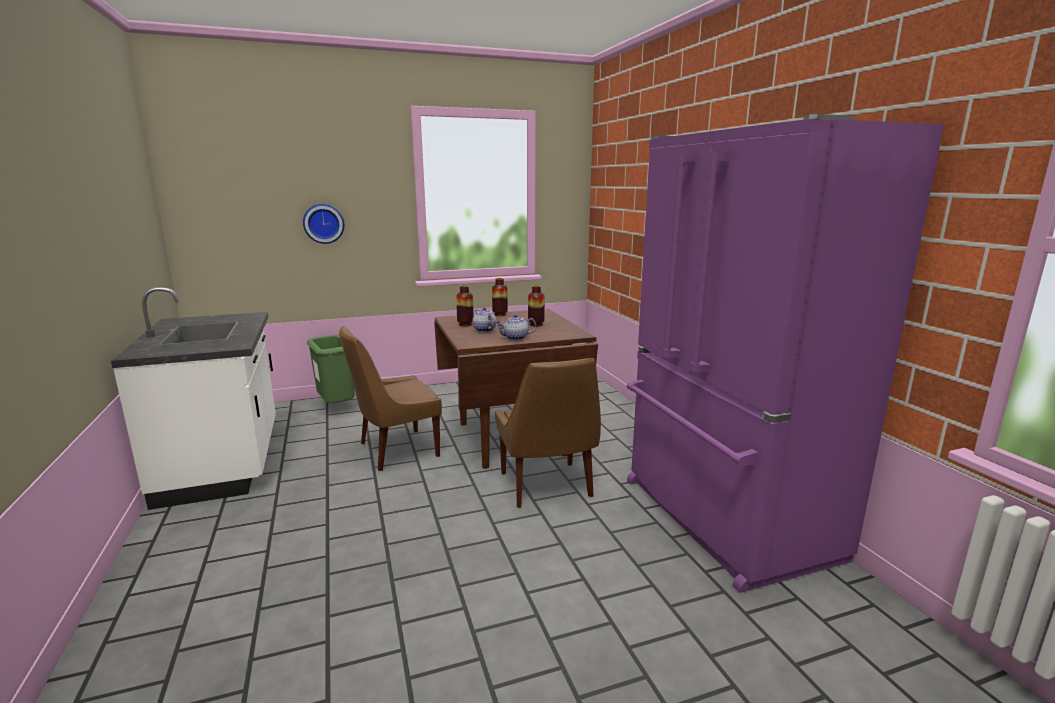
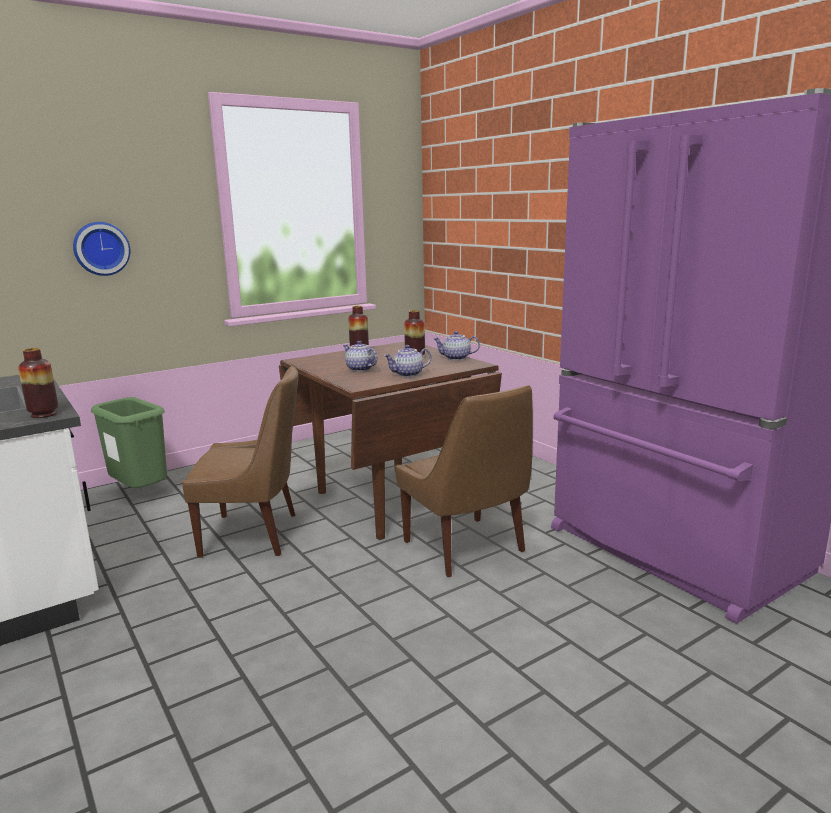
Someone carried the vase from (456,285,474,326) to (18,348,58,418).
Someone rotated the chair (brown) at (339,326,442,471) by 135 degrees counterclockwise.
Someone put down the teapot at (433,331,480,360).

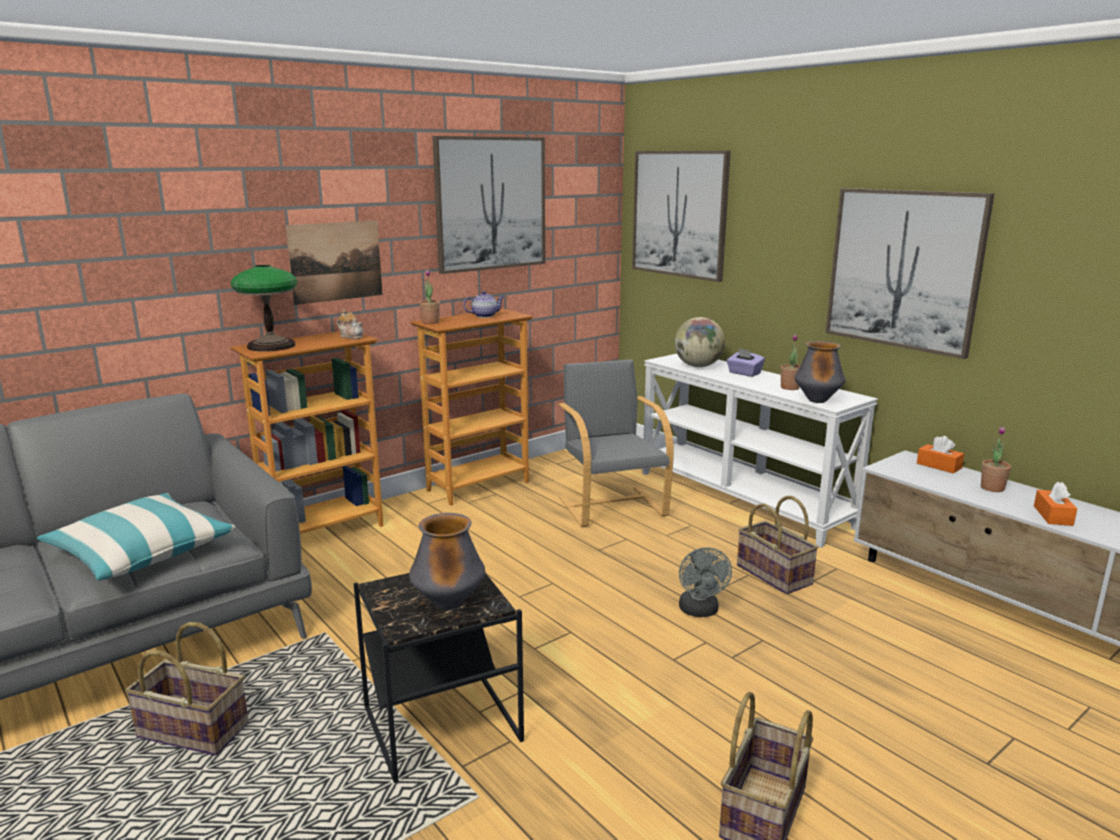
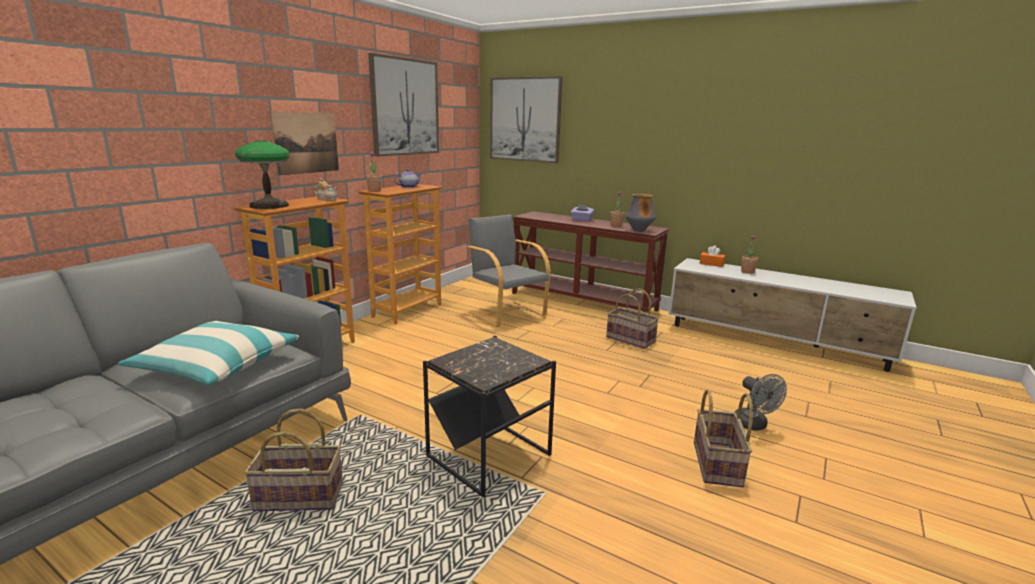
Someone repainted the console table (white) at (642,354,878,548), which became the console table (brown) at (512,211,669,313).
Someone carried the fan (grey) from (679,547,732,617) to (734,374,787,431).
Someone took away the vase at (409,513,485,610).
Someone took away the globe at (675,317,725,367).
Someone took away the picture at (826,188,995,359).
Someone took away the tissue box (orange) at (1034,482,1077,526).

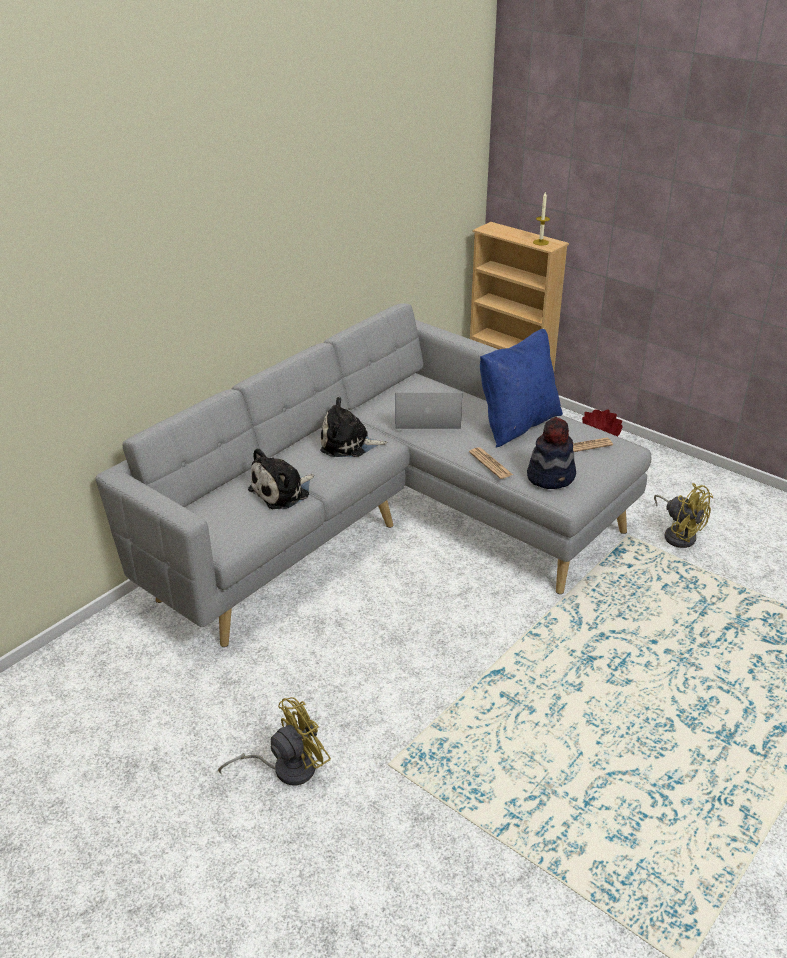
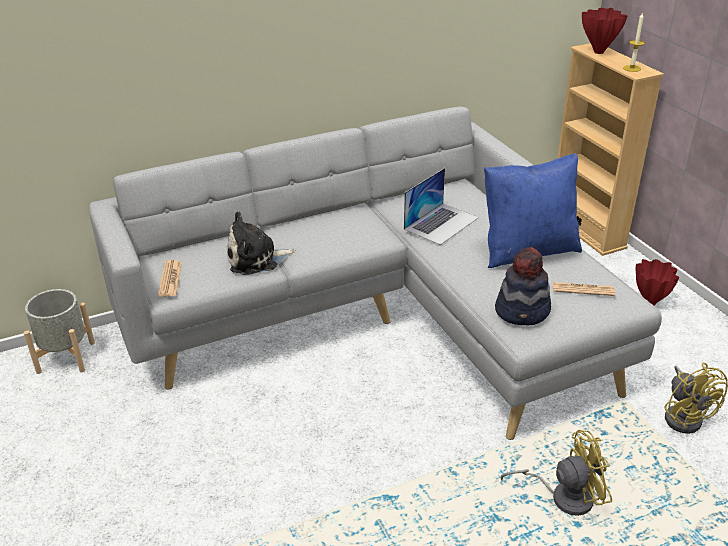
Someone put down the planter (grey) at (24,289,95,374).
Someone carried the newspaper from (469,447,513,479) to (158,260,182,297).
Someone rotated the laptop at (396,393,462,429) by 105 degrees clockwise.
Someone carried the fan (yellow) from (218,697,331,786) to (501,430,612,516).
Someone put down the vase (red) at (582,8,628,54).
Someone took away the plush toy at (320,397,388,457).

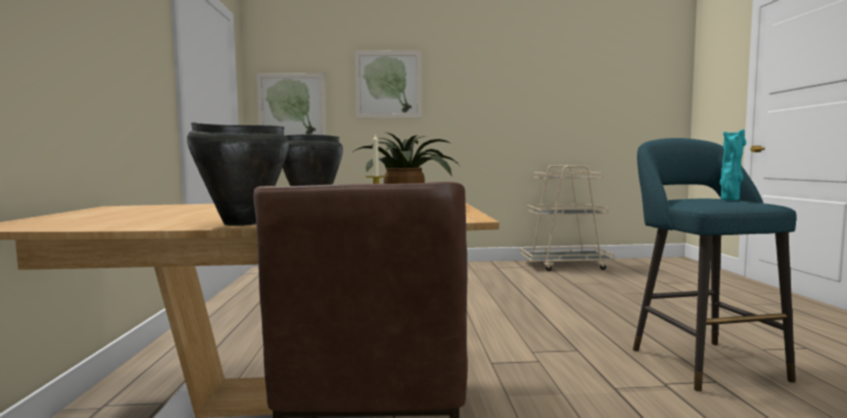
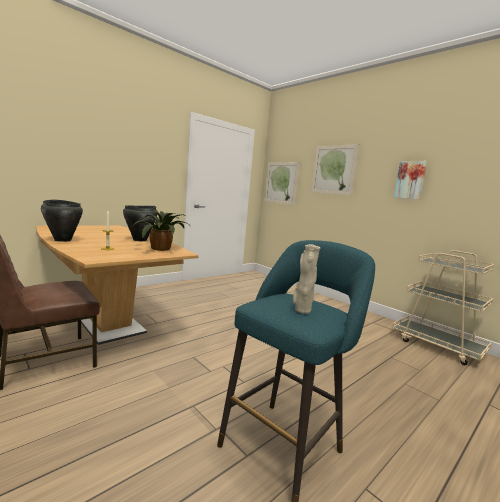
Someone repainted the vase (turquoise) at (720,129,746,200), which became the vase (beige) at (293,244,320,314).
Someone put up the picture at (394,161,427,200).

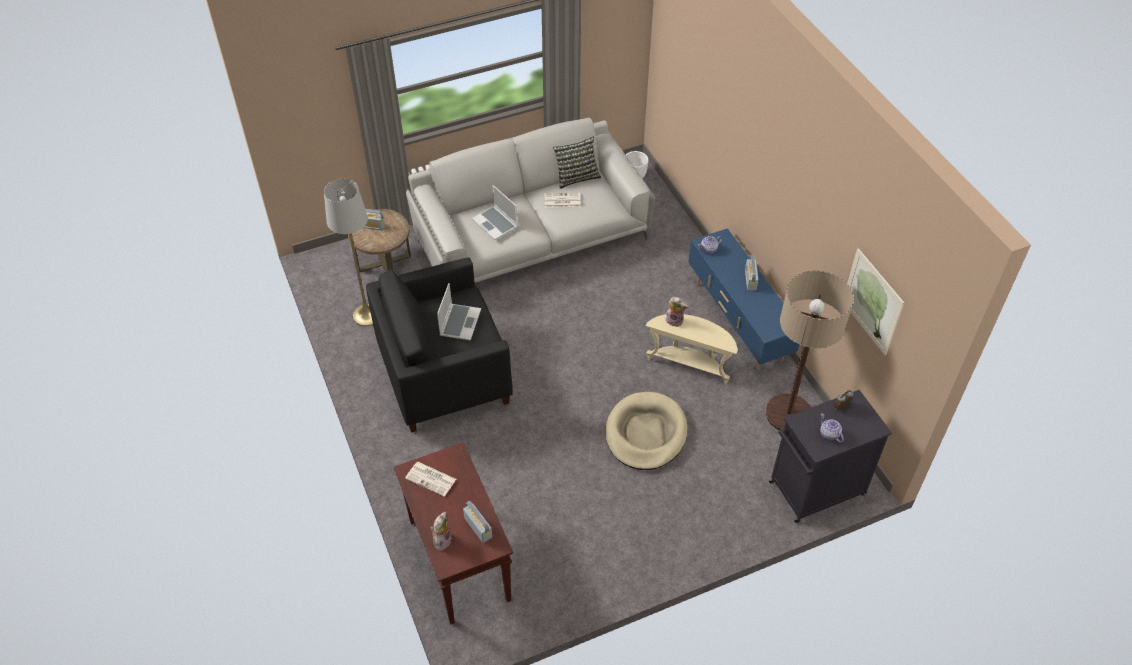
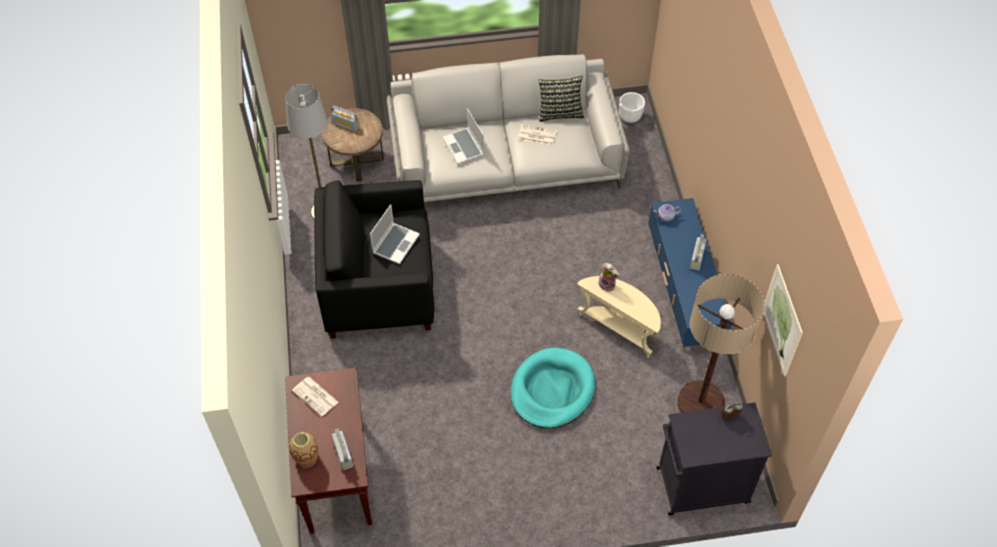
Someone swapped the plush toy at (430,512,452,551) for the vase at (289,432,318,468).
Someone repainted the dog bed (beige) at (606,392,688,470), which became the dog bed (turquoise) at (511,347,595,428).
Someone took away the teapot at (820,413,844,443).

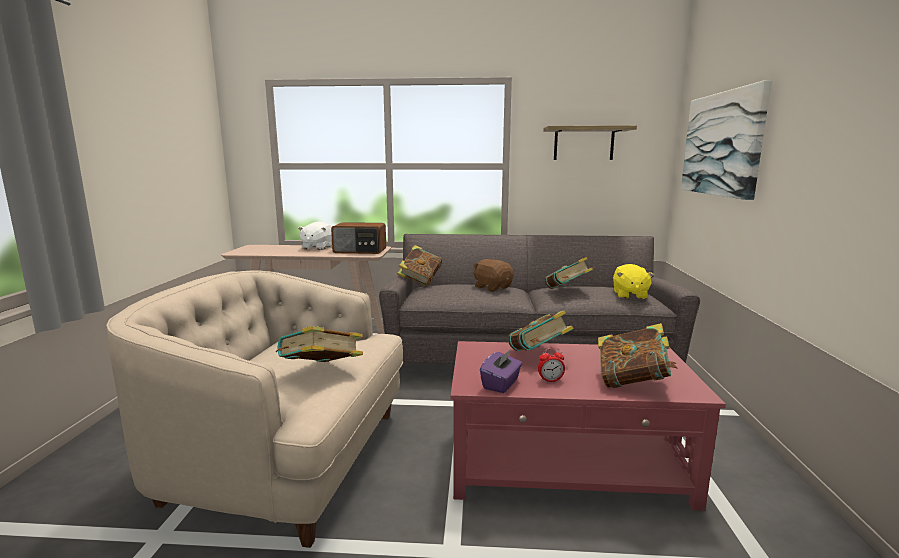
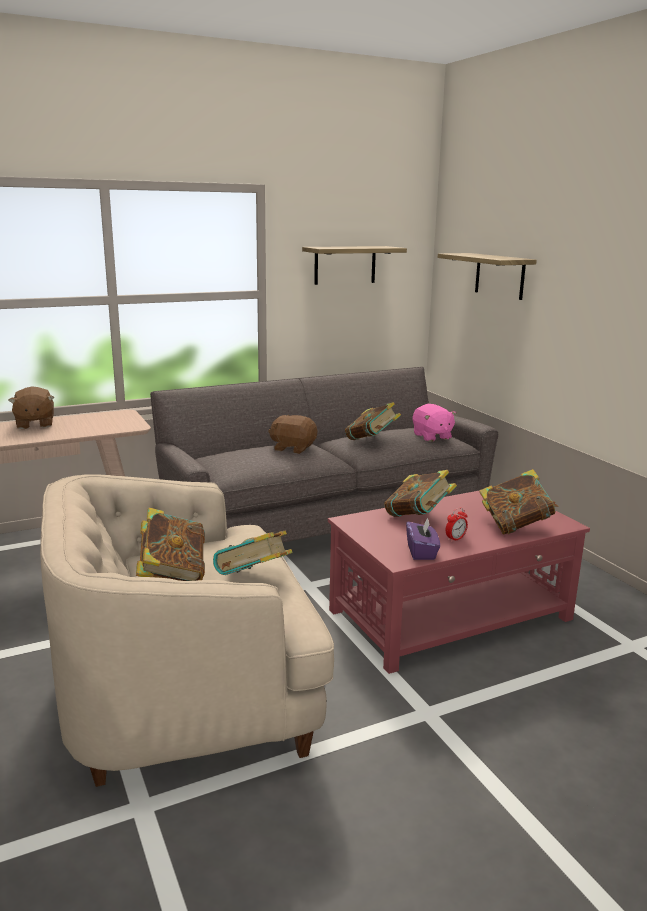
Someone repainted the plush toy (white) at (298,222,332,250), which became the plush toy (brown) at (8,386,54,429).
Someone carried the book from (397,245,442,286) to (136,507,205,581).
Someone repainted the plush toy (yellow) at (613,264,654,299), which became the plush toy (pink) at (413,404,457,442).
Someone swapped the picture at (681,80,772,200) for the shelf at (438,253,537,300).
Someone took away the radio at (331,222,386,254).

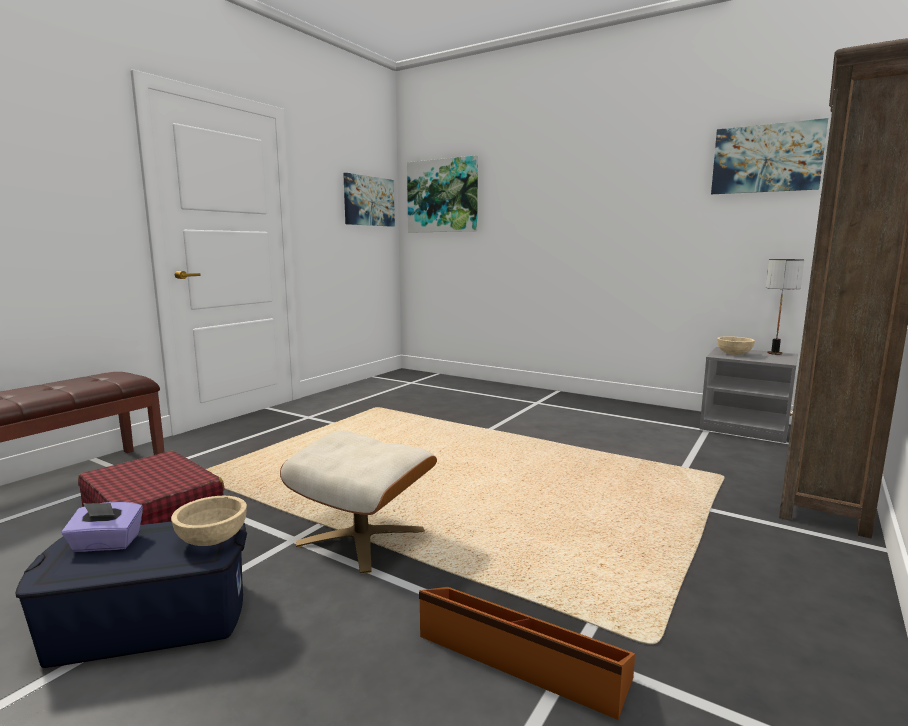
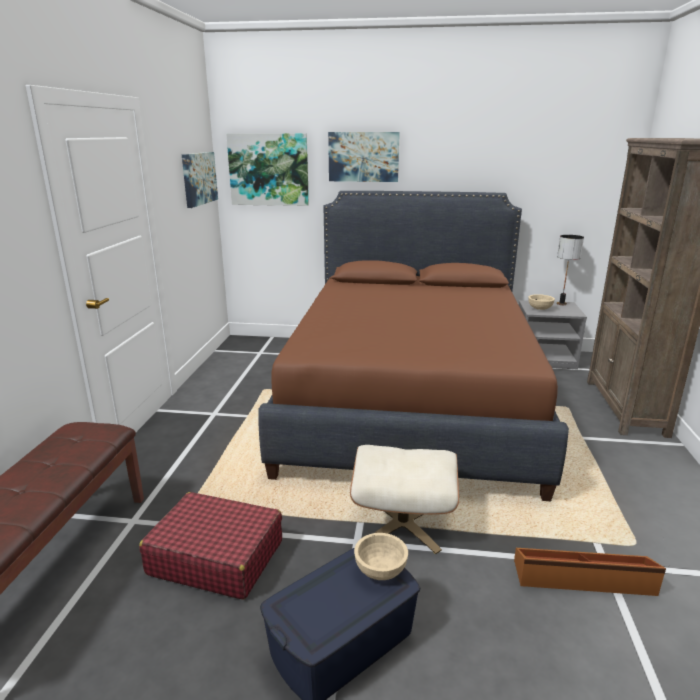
Someone put down the bed (brown) at (259,191,569,501).
Someone carried the picture from (711,118,828,194) to (328,132,400,182).
Someone took away the tissue box (purple) at (62,502,143,552).

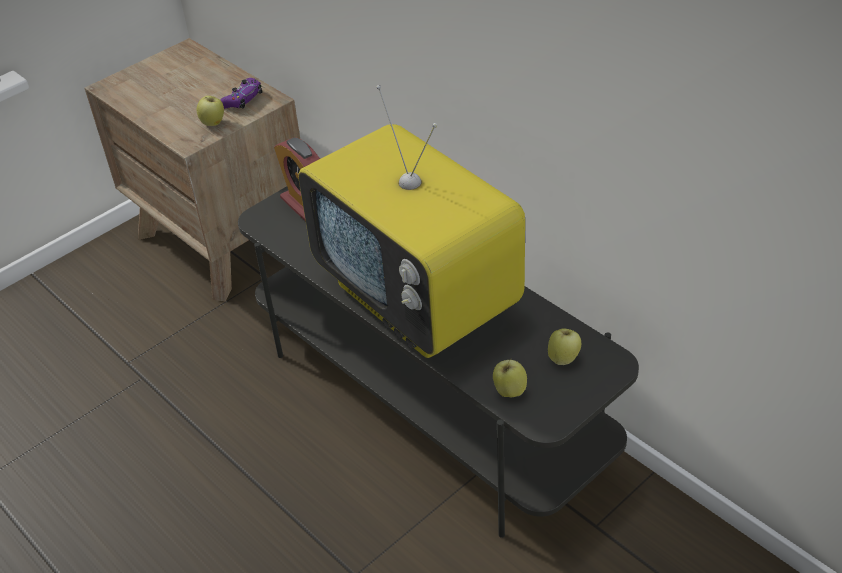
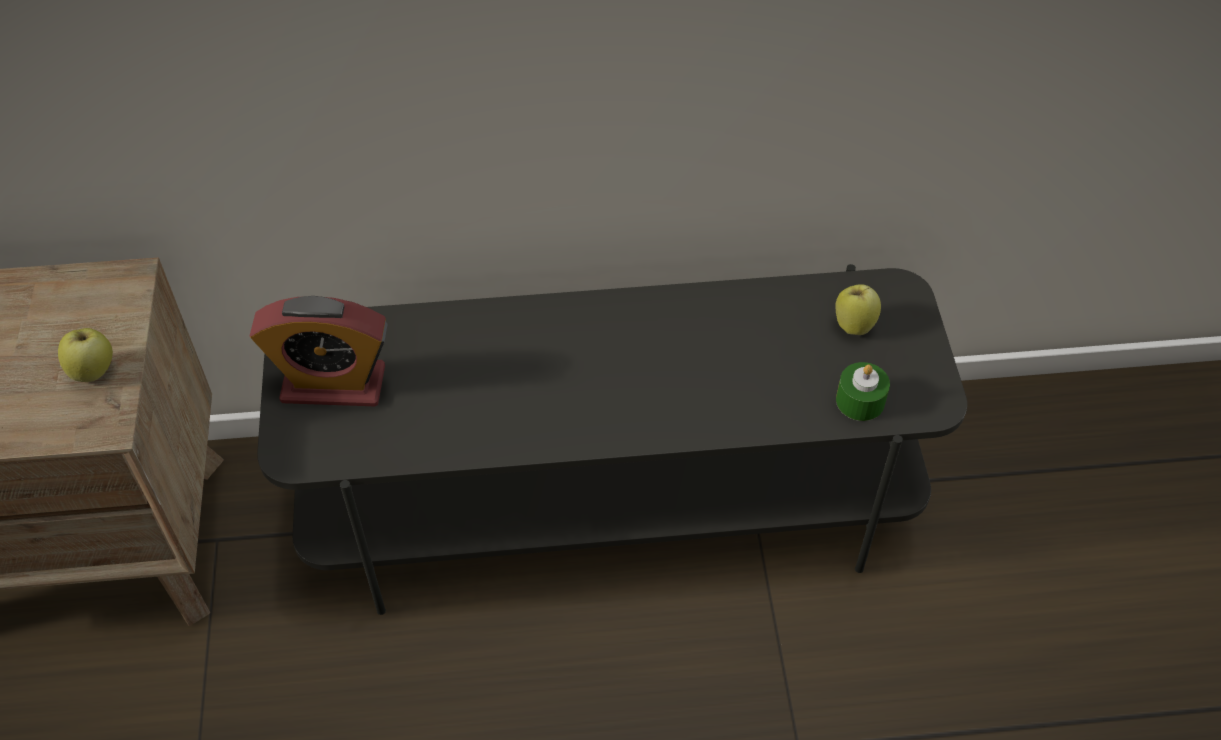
Someone swapped the apple at (493,359,527,397) for the candle (green) at (836,362,890,421).
Someone took away the game controller (purple) at (220,78,263,109).
Someone took away the television at (298,85,525,358).

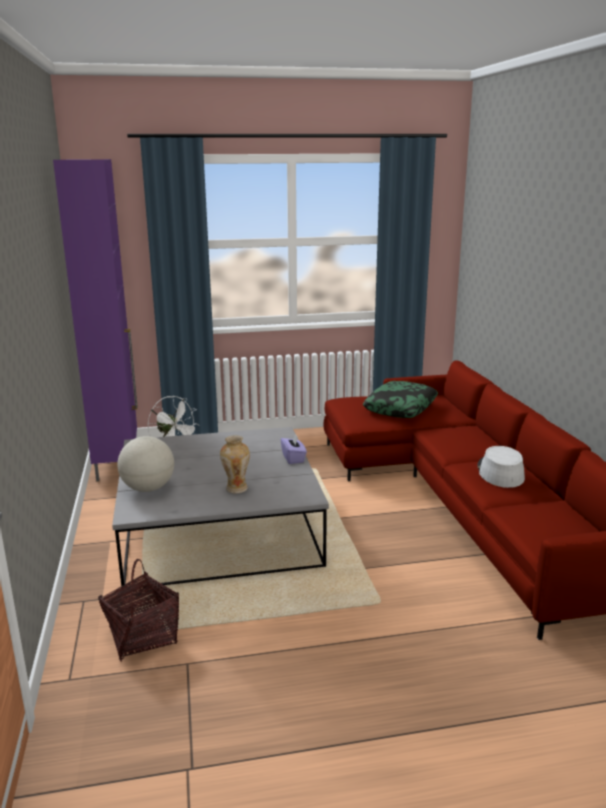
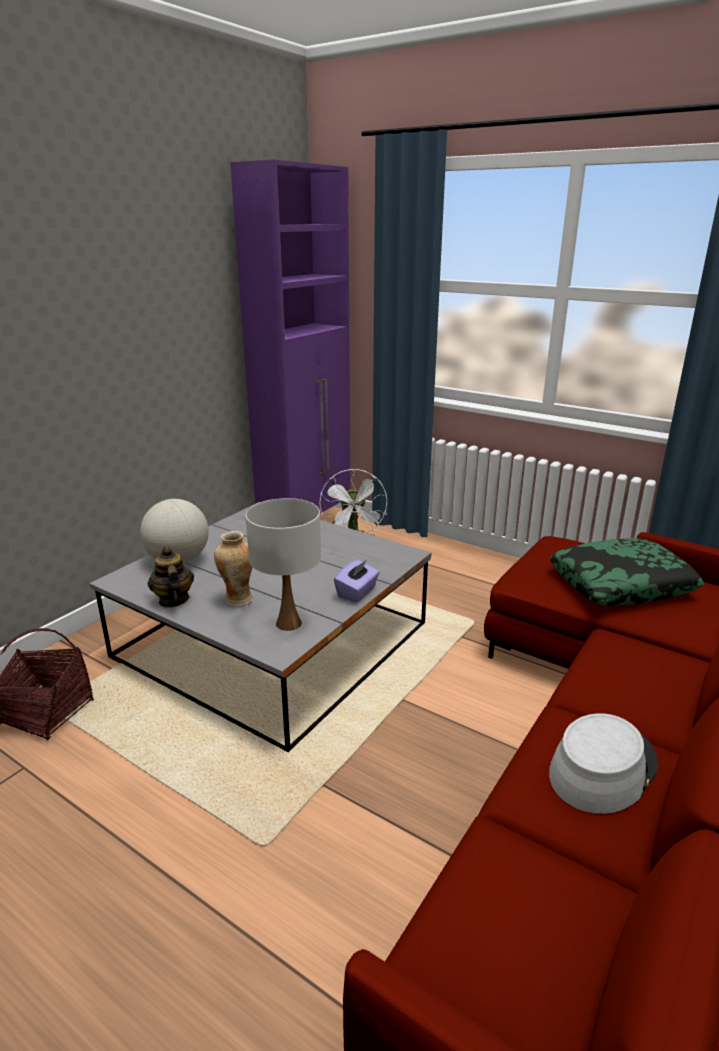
Someone put down the teapot at (148,546,194,608).
Someone put down the table lamp (white) at (246,498,321,631).

